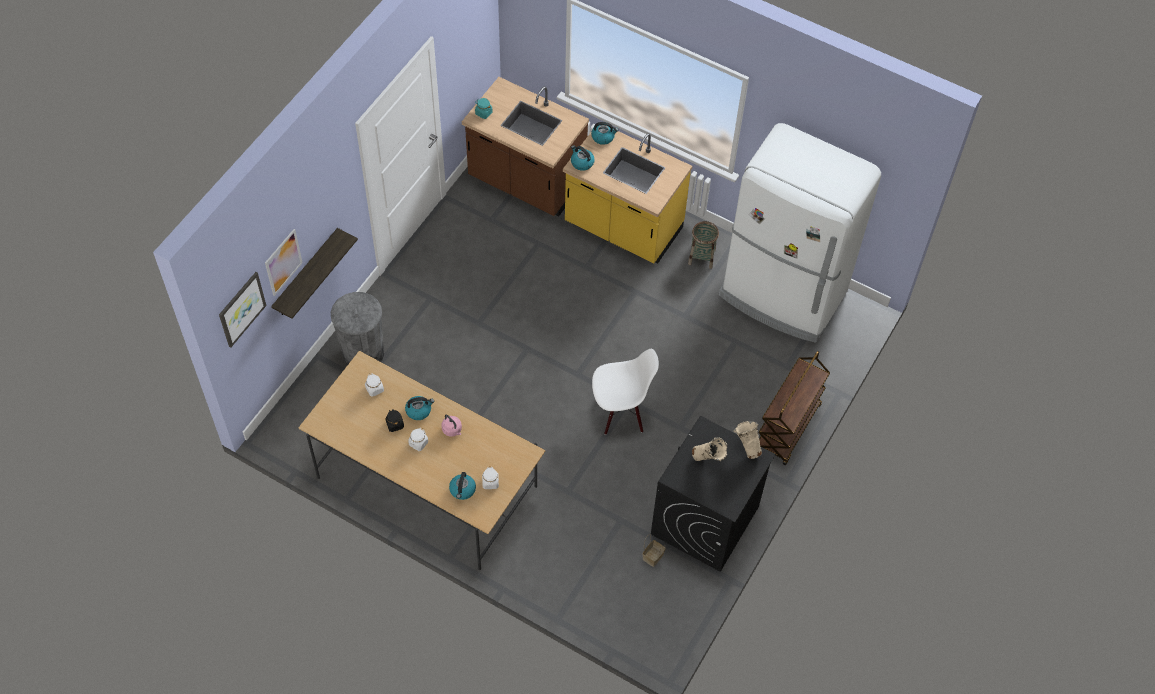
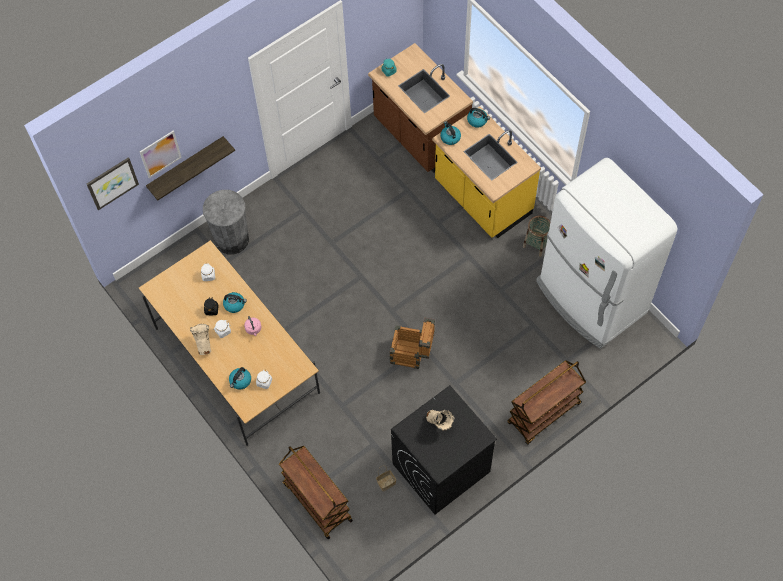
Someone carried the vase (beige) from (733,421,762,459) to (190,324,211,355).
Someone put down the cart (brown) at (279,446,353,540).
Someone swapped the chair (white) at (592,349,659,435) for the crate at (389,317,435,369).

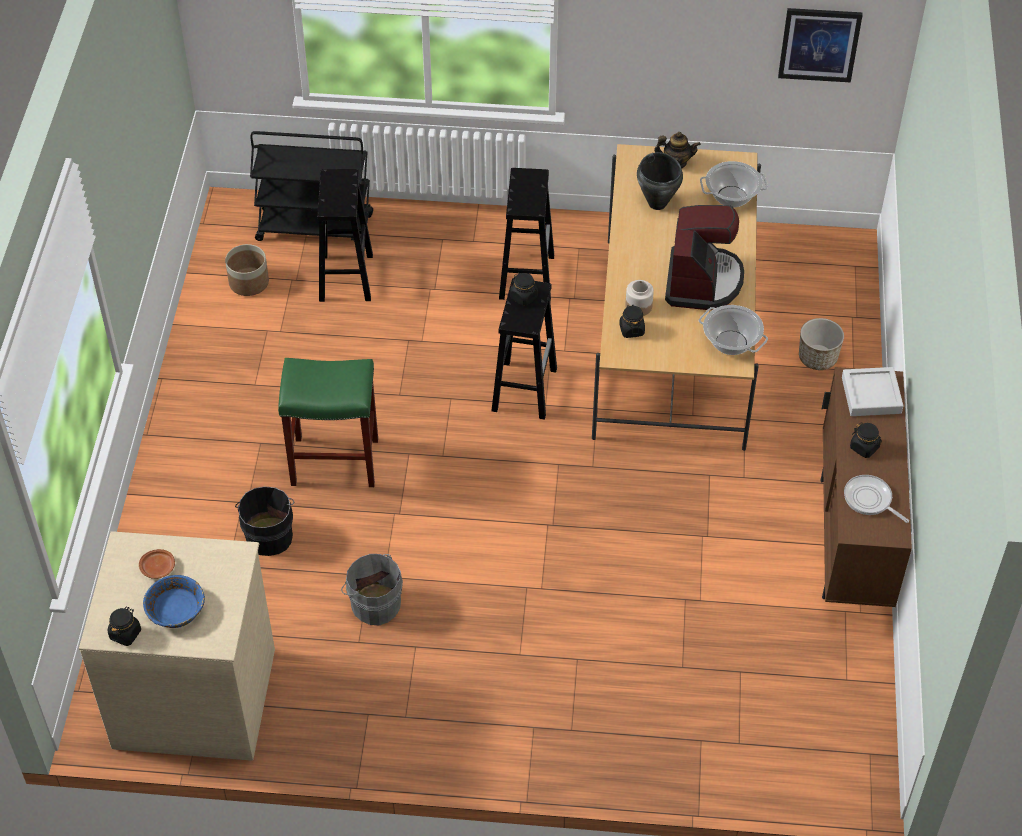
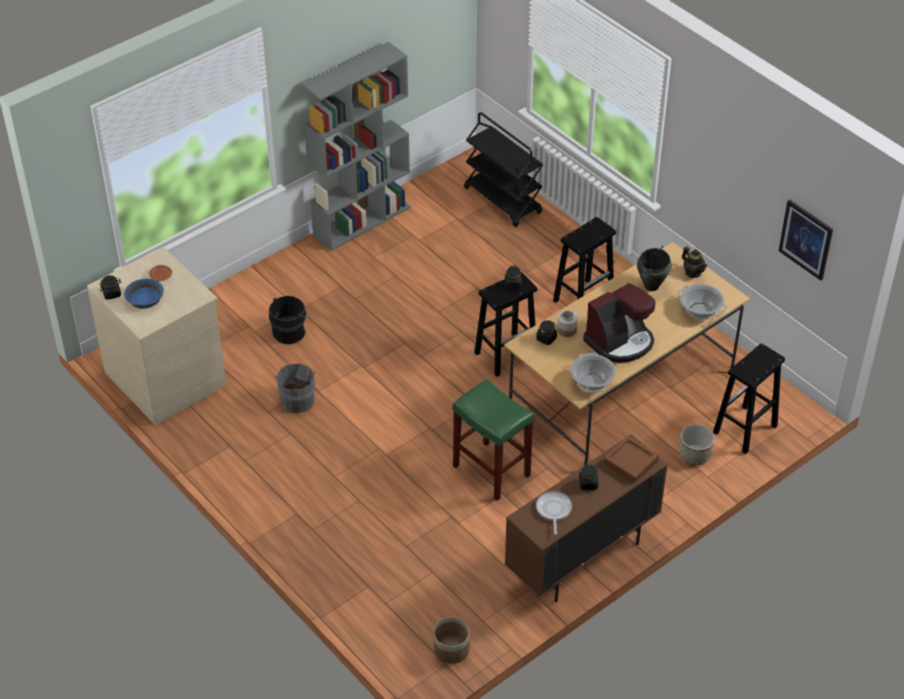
Someone put down the bookcase (grey) at (302,42,411,251).
Someone carried the planter from (225,244,269,296) to (433,617,470,664).
Someone carried the stool (green) from (278,358,378,487) to (452,379,534,501).
Someone repainted the tray (grey) at (842,367,903,416), which became the tray (brown) at (604,436,659,483).
Someone carried the stool (black) from (317,169,373,302) to (713,343,785,454).

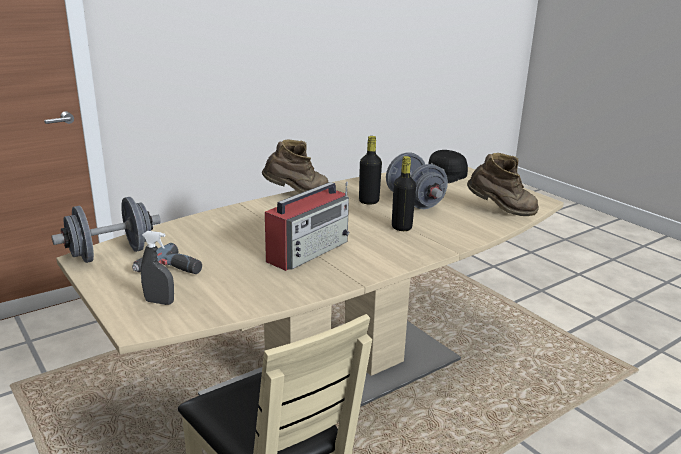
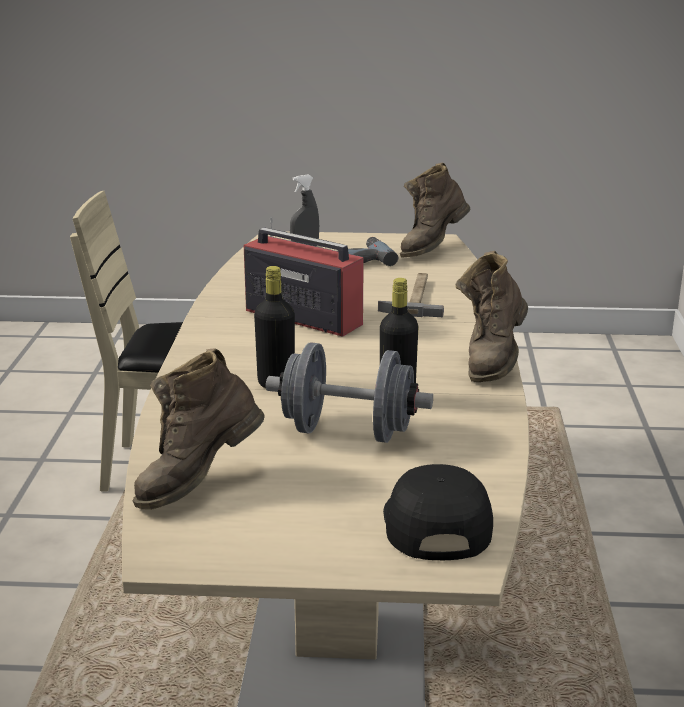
Someone rotated the radio at (265,181,350,271) by 135 degrees clockwise.
Someone put down the hammer at (378,273,444,317).
Someone swapped the dumbbell (grey) at (51,197,161,263) for the boot (brown) at (400,163,470,257).

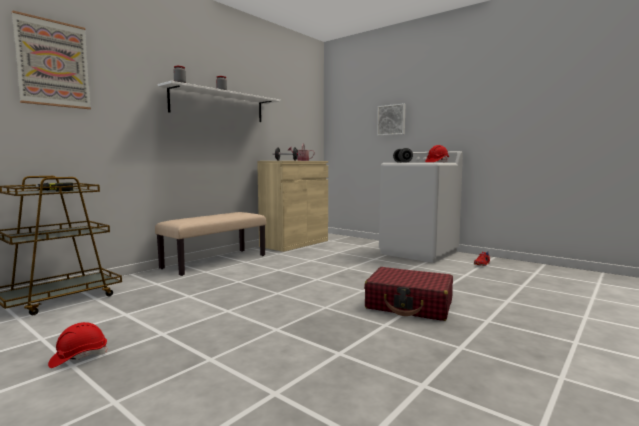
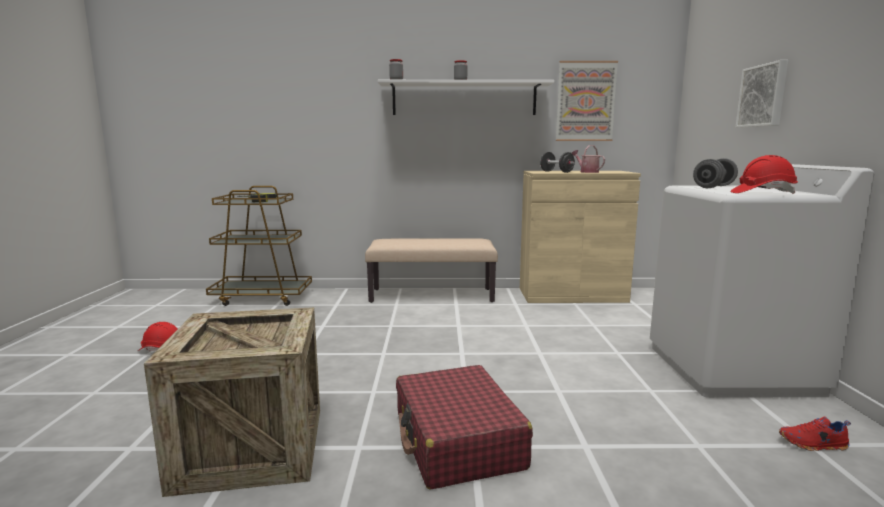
Someone put down the crate at (144,307,320,497).
Someone carried the picture from (12,11,91,109) to (556,61,618,141).

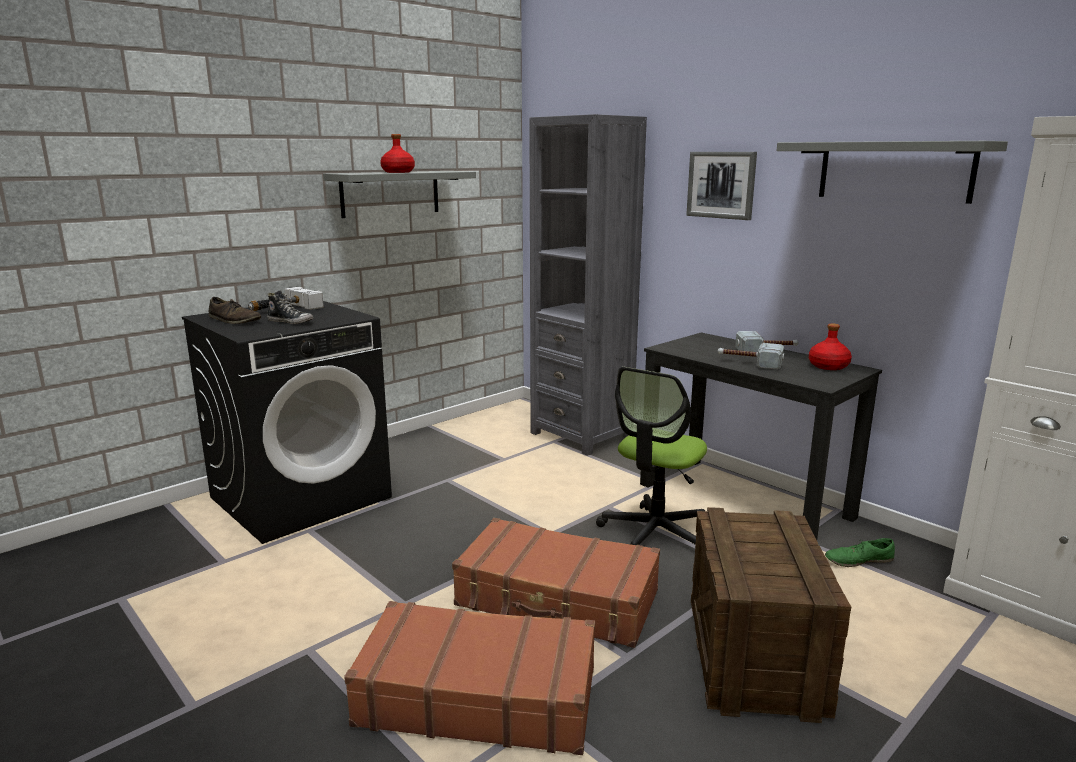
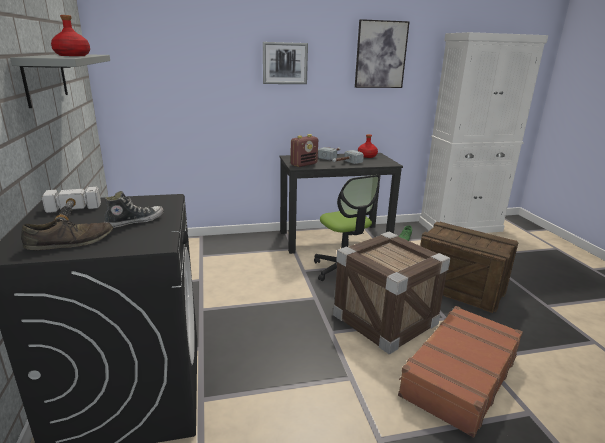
Someone put down the radio at (290,134,318,167).
Someone swapped the suitcase (brown) at (452,518,660,648) for the crate at (333,232,450,355).
Someone swapped the shelf (grey) at (777,141,1008,204) for the picture at (355,19,410,88).
Someone took away the bookcase (grey) at (529,114,647,456).

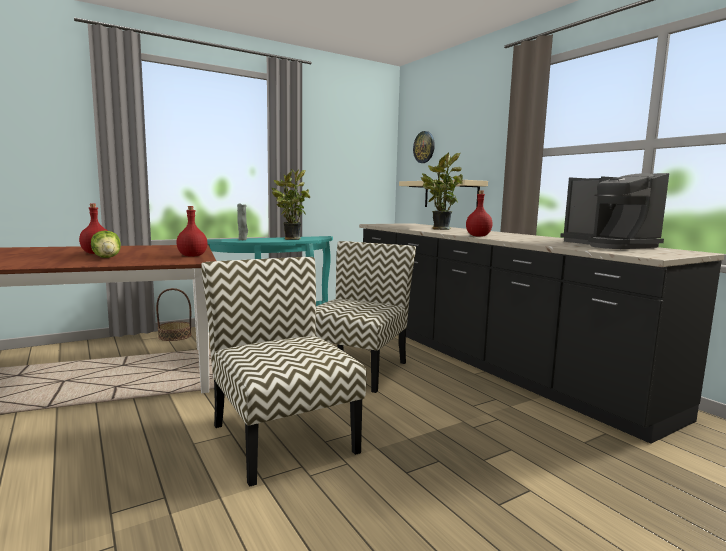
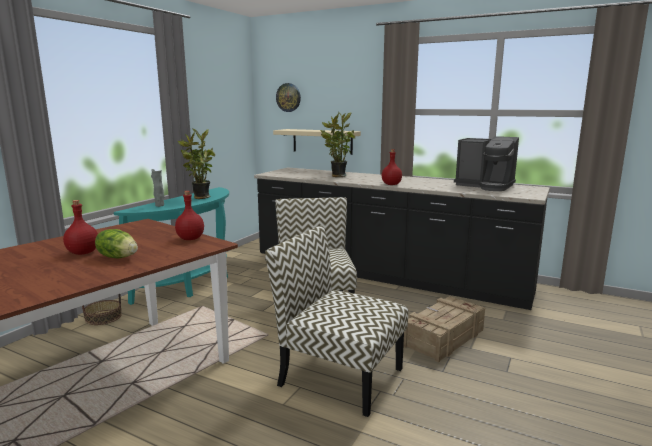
Someone put down the crate at (403,296,485,362).

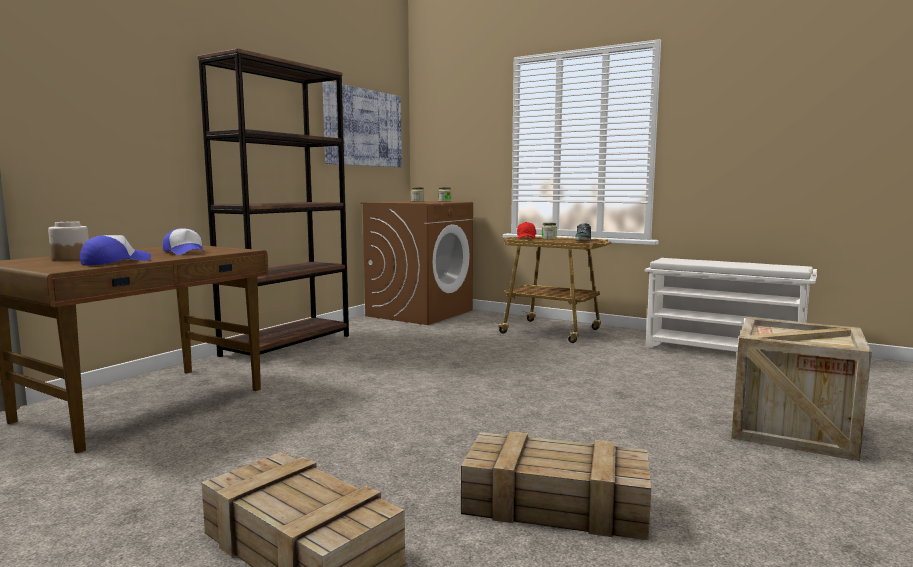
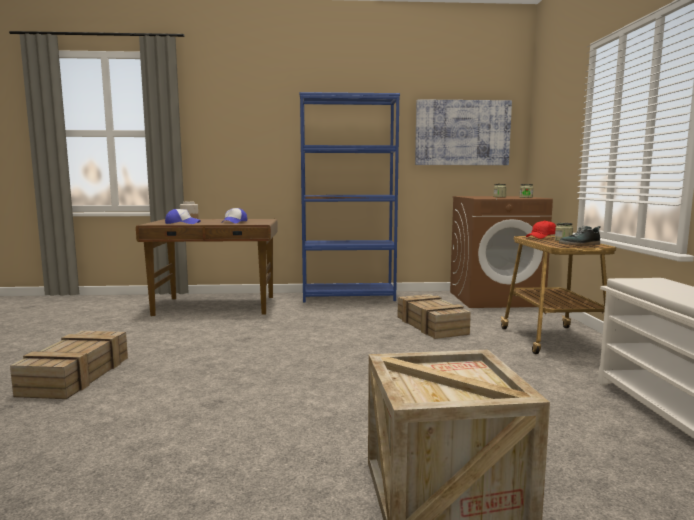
Someone repainted the bookcase (brown) at (197,48,349,357), which became the bookcase (blue) at (299,92,400,302).
Someone carried the crate from (461,431,651,540) to (398,294,471,339).

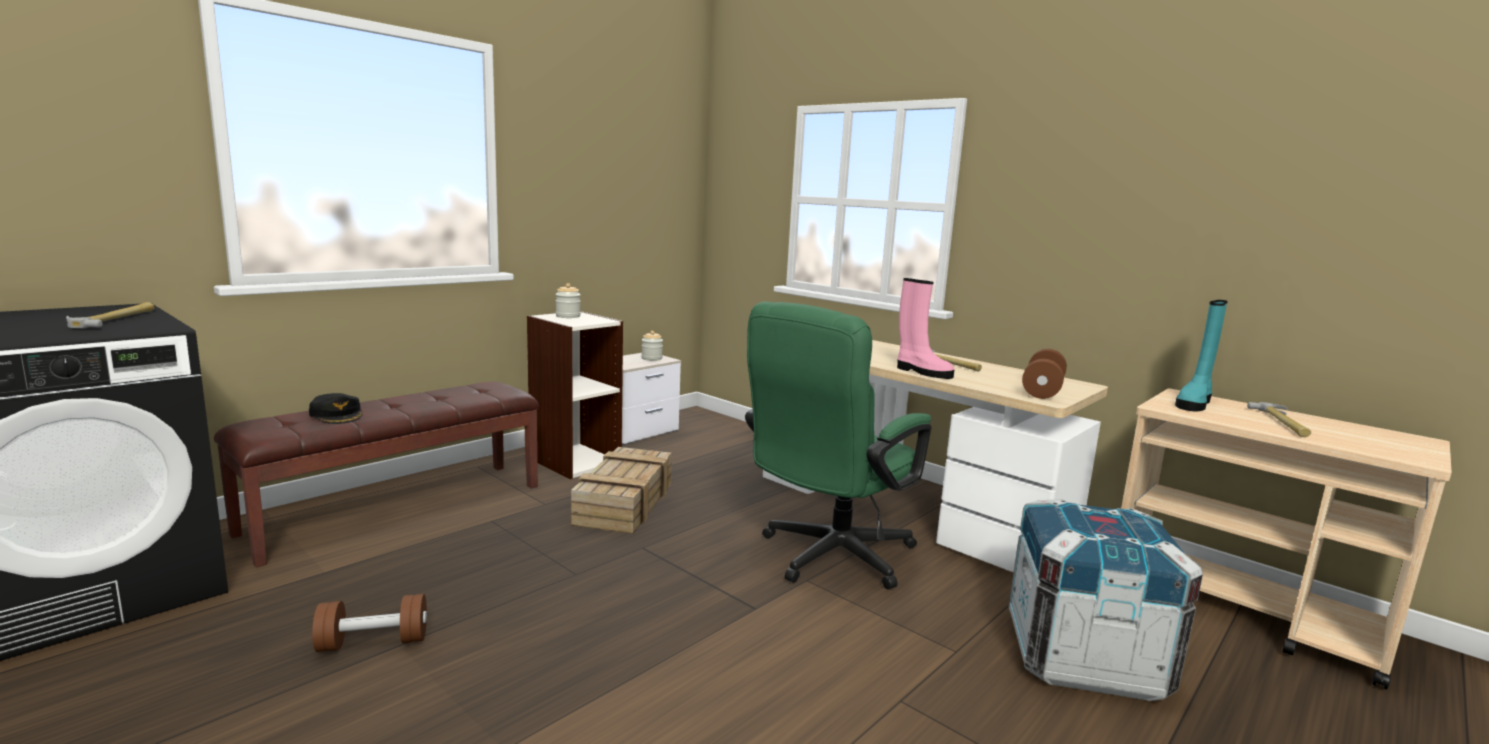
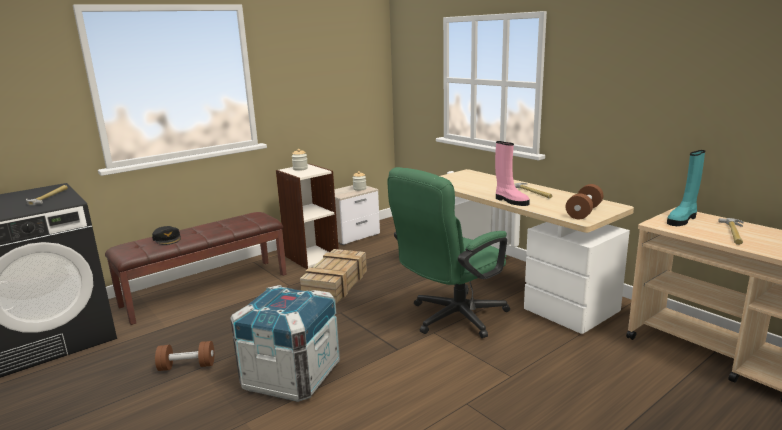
Someone carried the crate from (1008,499,1203,701) to (230,285,340,402).

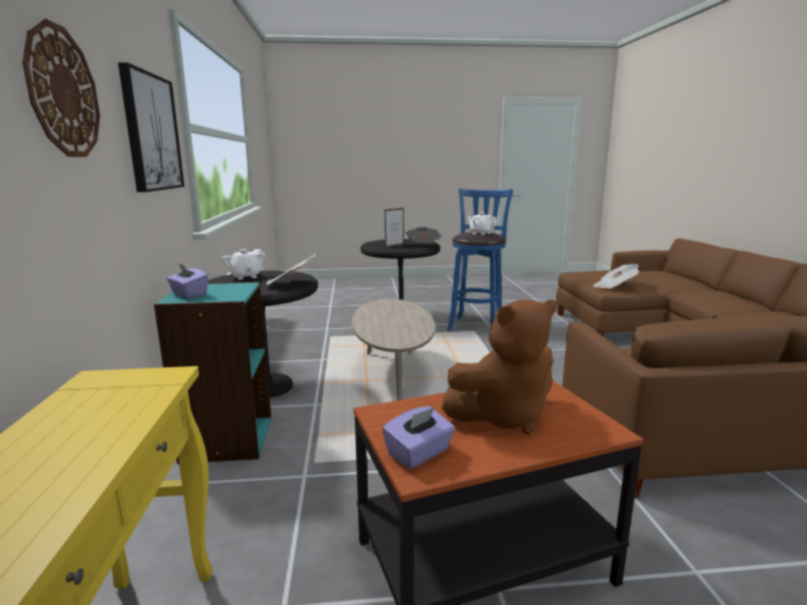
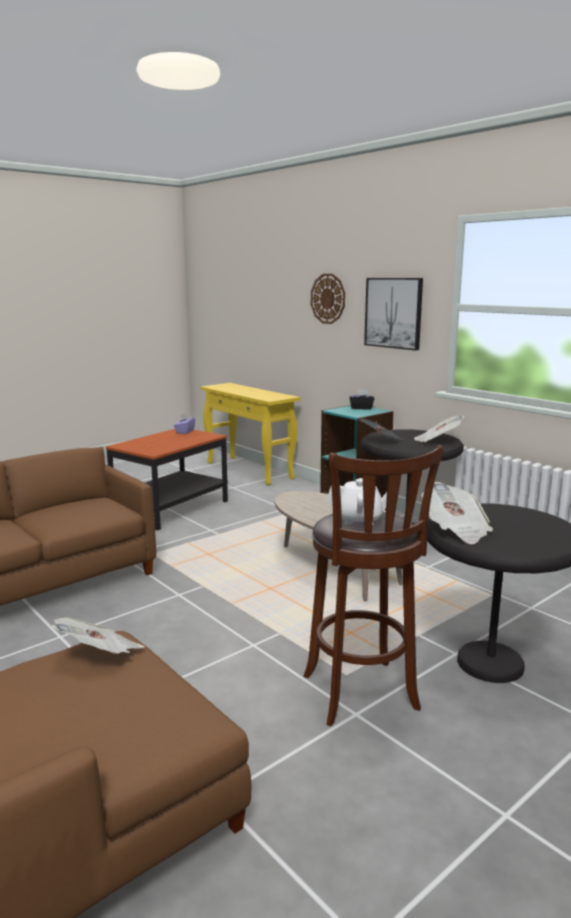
Someone repainted the stool (blue) at (447,188,513,331), which became the stool (brown) at (303,445,444,726).
Someone repainted the tissue box (purple) at (167,263,208,299), which became the tissue box (black) at (349,389,374,410).
Someone swapped the teapot (white) at (222,249,265,280) for the newspaper at (414,415,465,442).
Someone took away the picture frame at (385,208,404,248).
Someone took away the plush toy (brown) at (442,299,557,434).

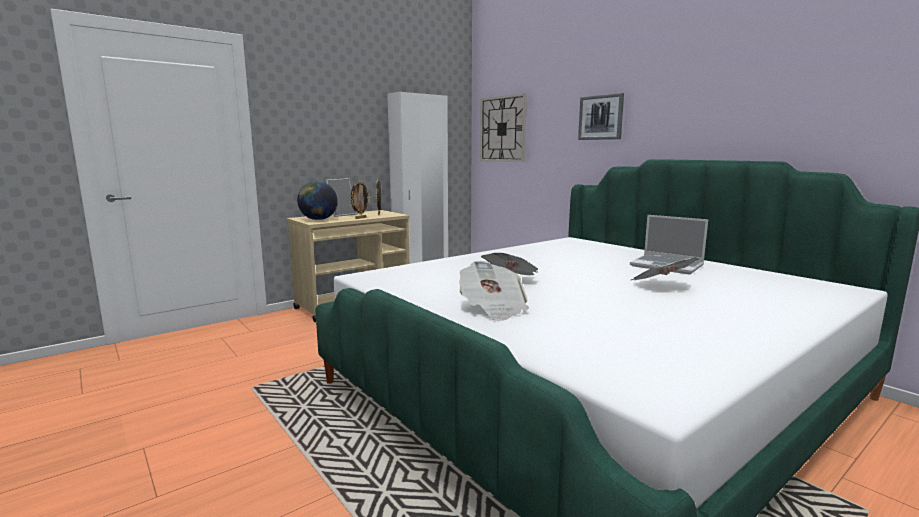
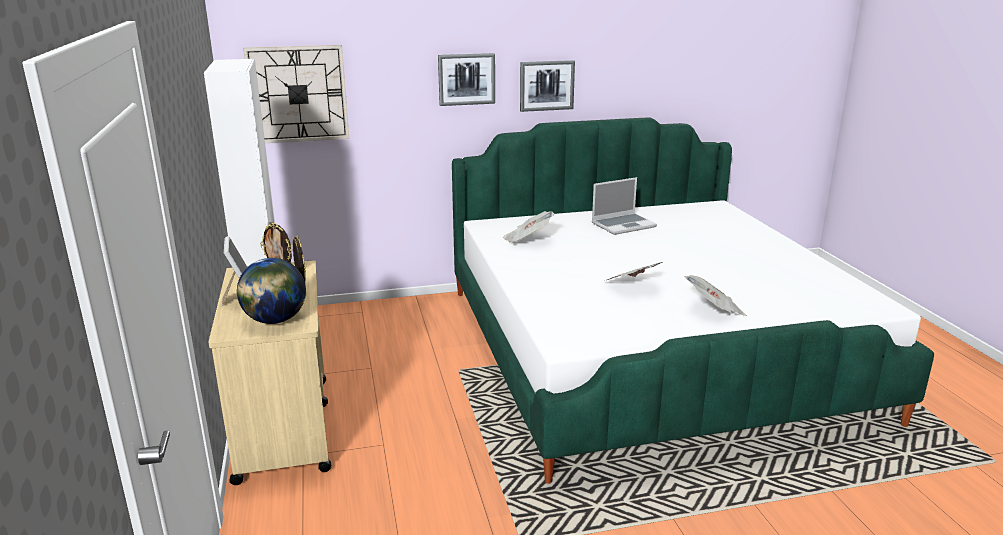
Someone carried the newspaper from (631,257,700,280) to (503,211,554,244).
Someone put up the picture at (520,60,575,112).

